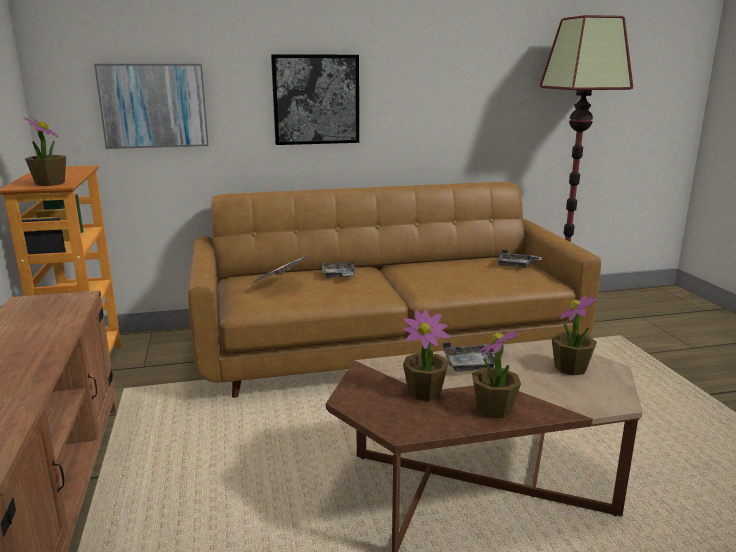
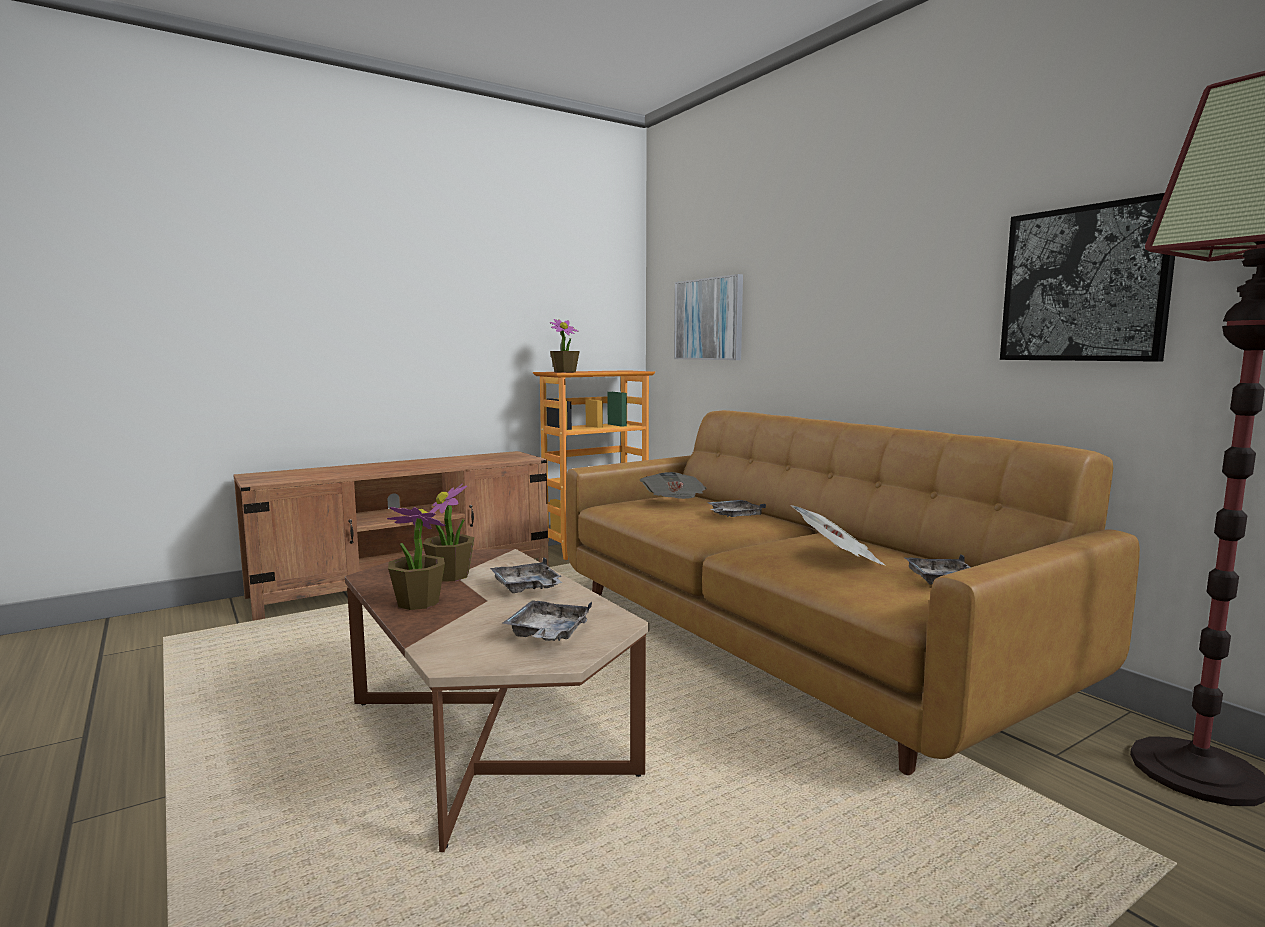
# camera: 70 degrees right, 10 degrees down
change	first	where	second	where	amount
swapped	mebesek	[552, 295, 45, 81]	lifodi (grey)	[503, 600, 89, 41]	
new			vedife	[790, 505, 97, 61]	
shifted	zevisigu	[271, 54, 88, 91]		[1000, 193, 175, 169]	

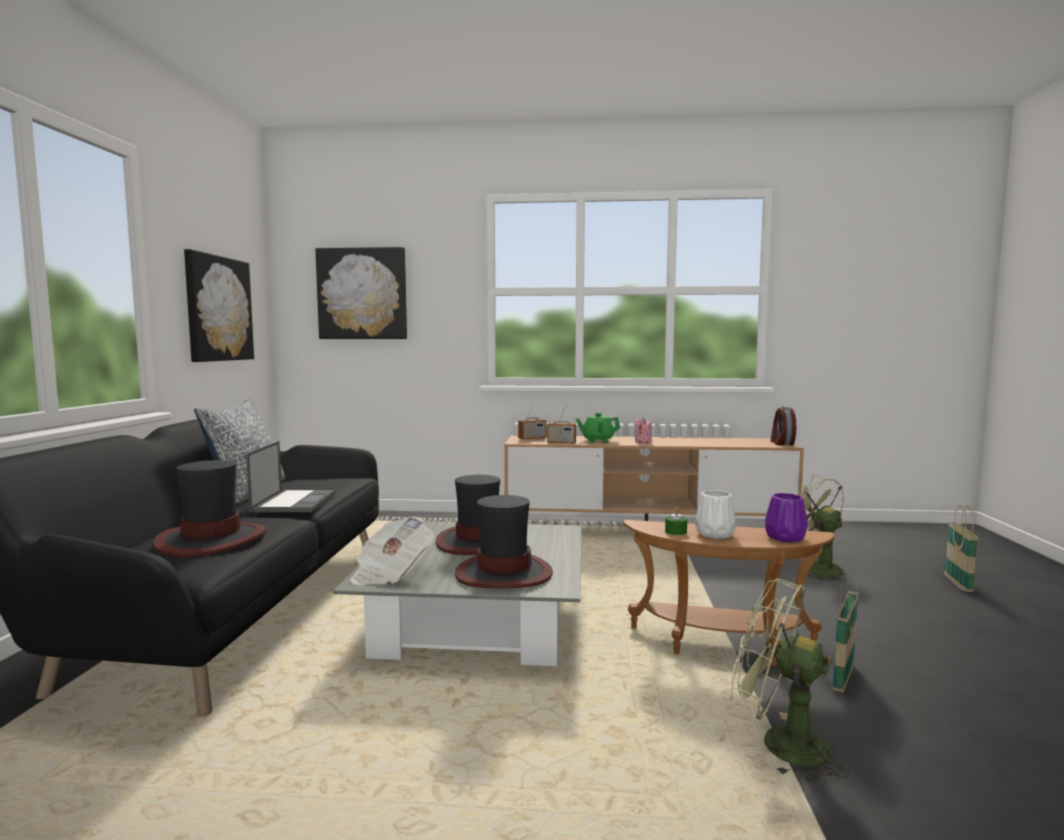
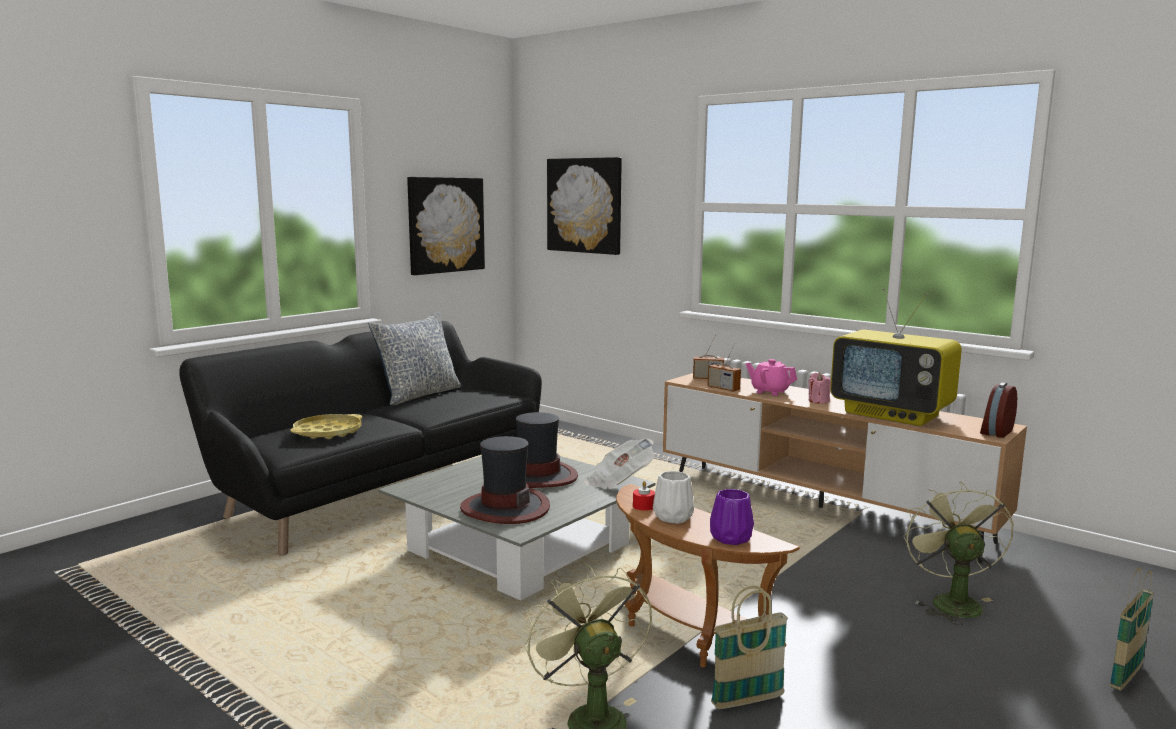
# camera: 35 degrees right, 5 degrees up
change	first	where	second	where	amount
swapped	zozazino	[153, 460, 113, 97]	lifodi (yellow)	[291, 414, 71, 25]	
shifted	vedife	[350, 516, 84, 69]		[584, 438, 71, 51]	
repainted	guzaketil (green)	[665, 507, 22, 28]	guzaketil (red)	[633, 481, 22, 30]	
repainted	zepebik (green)	[575, 413, 45, 29]	zepebik (pink)	[746, 359, 51, 37]	
new			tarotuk	[830, 288, 132, 138]	
gone	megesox	[246, 441, 90, 71]			

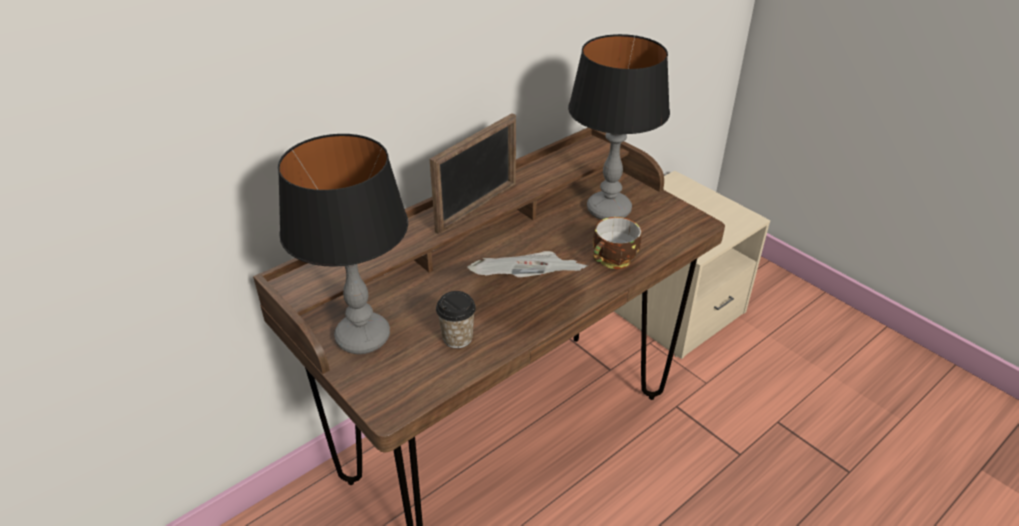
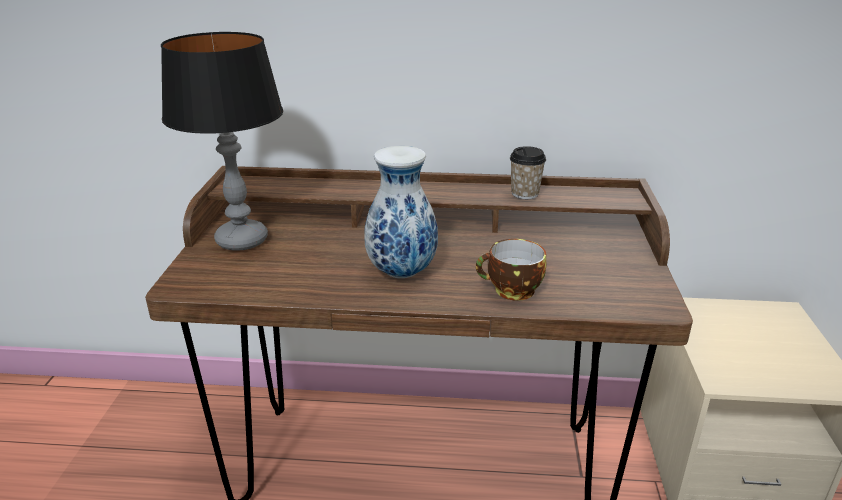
# camera: 45 degrees right, 10 degrees down
change	first	where	second	where	amount
swapped	vedife	[468, 251, 120, 26]	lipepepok	[364, 146, 74, 132]	
shifted	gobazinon	[436, 291, 40, 57]		[510, 146, 36, 53]	
gone	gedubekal	[430, 113, 86, 121]			
gone	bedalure	[568, 34, 102, 186]			

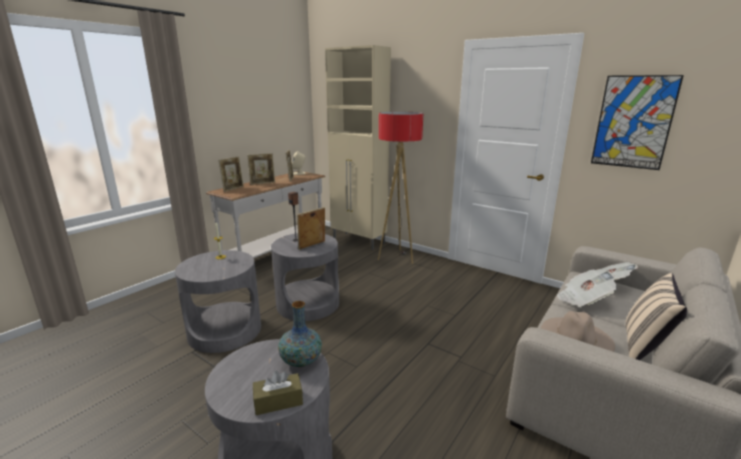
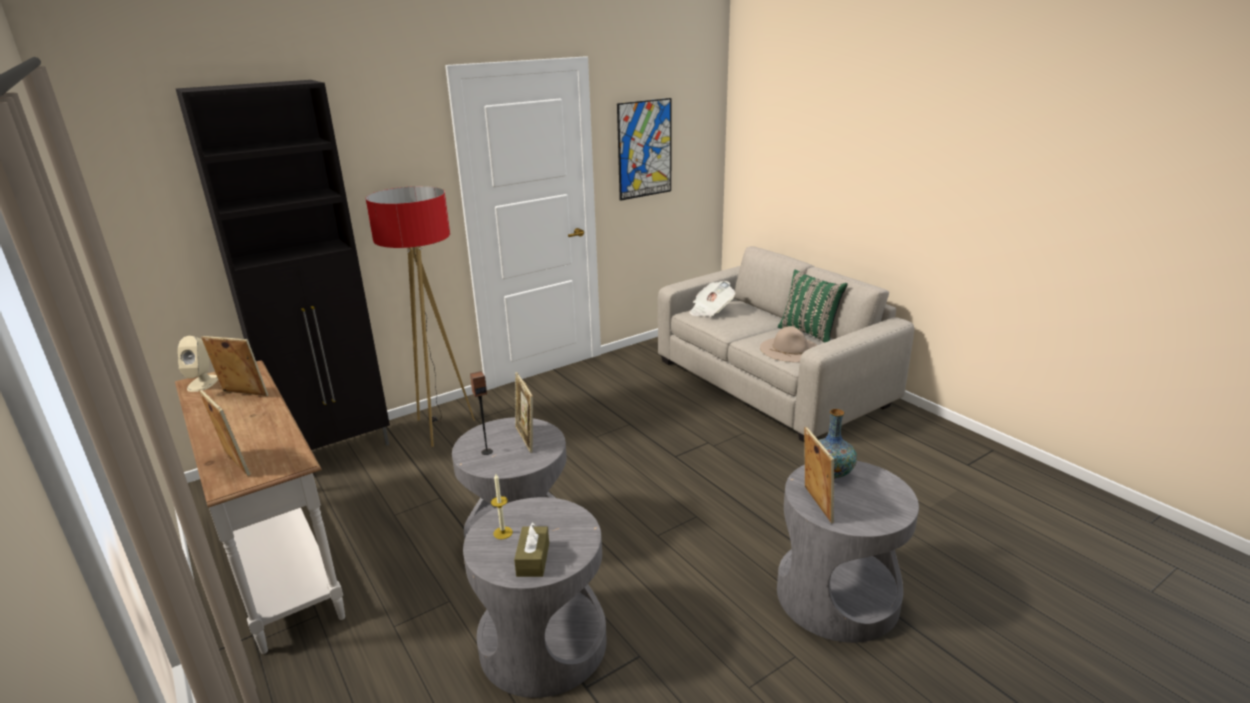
# camera: 70 degrees left, 5 degrees up
change	first	where	second	where	amount
repainted	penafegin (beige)	[325, 45, 66, 205]	penafegin (black)	[176, 80, 214, 370]	
shifted	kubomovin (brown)	[253, 371, 50, 44]		[514, 522, 35, 55]	
repainted	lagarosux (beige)	[625, 273, 62, 87]	lagarosux (green)	[778, 270, 70, 73]	
shifted	gedubekal	[247, 153, 28, 32]		[804, 427, 30, 96]	
gone	vedife	[556, 270, 61, 37]			

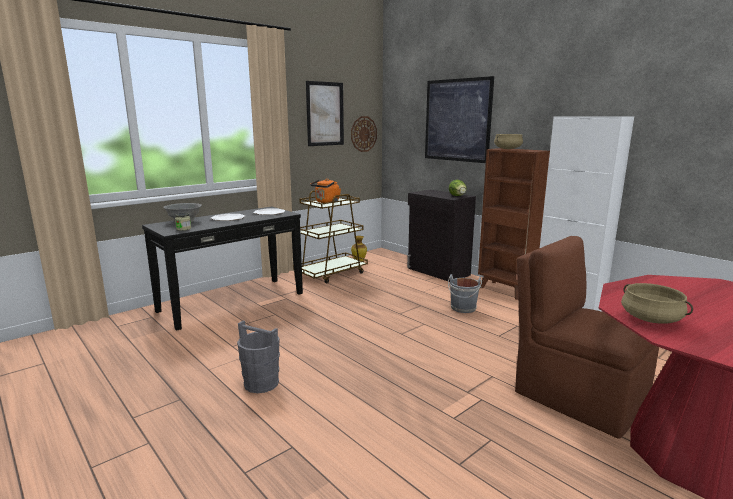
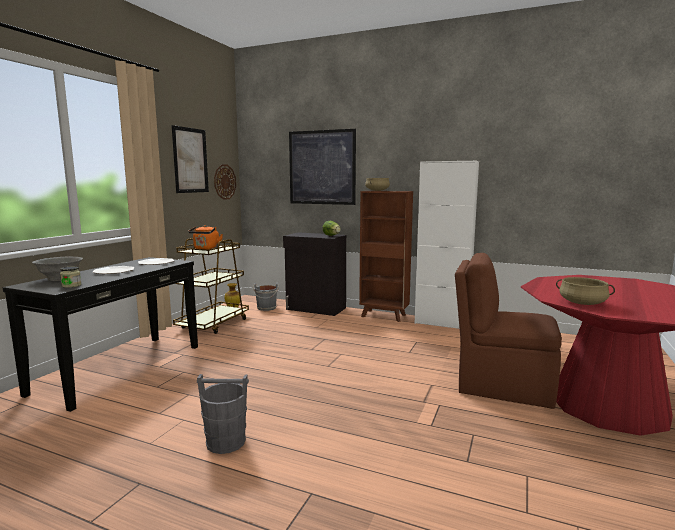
# camera: 25 degrees left, 5 degrees down
change	first	where	second	where	amount
shifted	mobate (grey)	[448, 274, 34, 39]		[253, 282, 26, 29]	

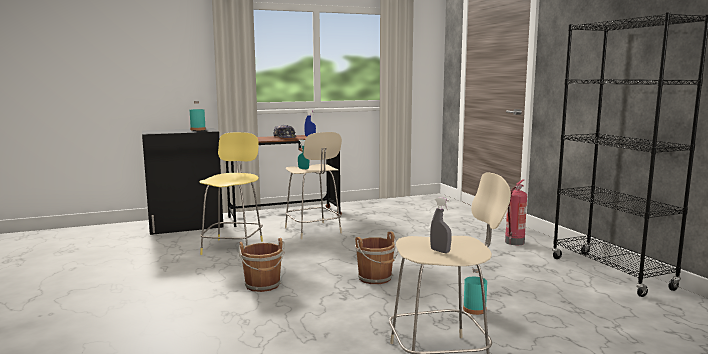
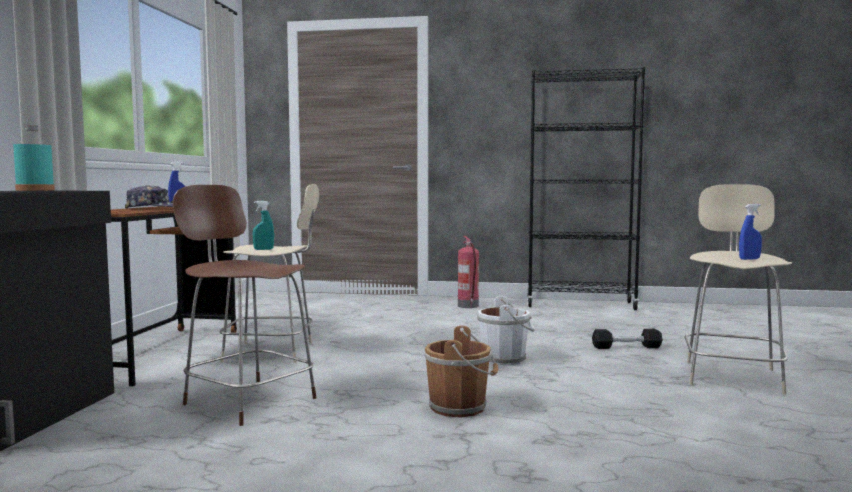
# camera: 60 degrees left, 5 degrees down
change	first	where	second	where	amount
repainted	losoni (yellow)	[200, 132, 63, 123]	losoni (brown)	[173, 185, 143, 241]	
repainted	mobate (brown)	[355, 231, 43, 53]	mobate (white)	[477, 296, 58, 69]	
swapped	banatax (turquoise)	[463, 267, 24, 48]	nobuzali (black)	[592, 329, 71, 20]	
repainted	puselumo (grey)	[430, 197, 21, 56]	puselumo (blue)	[739, 204, 23, 56]	

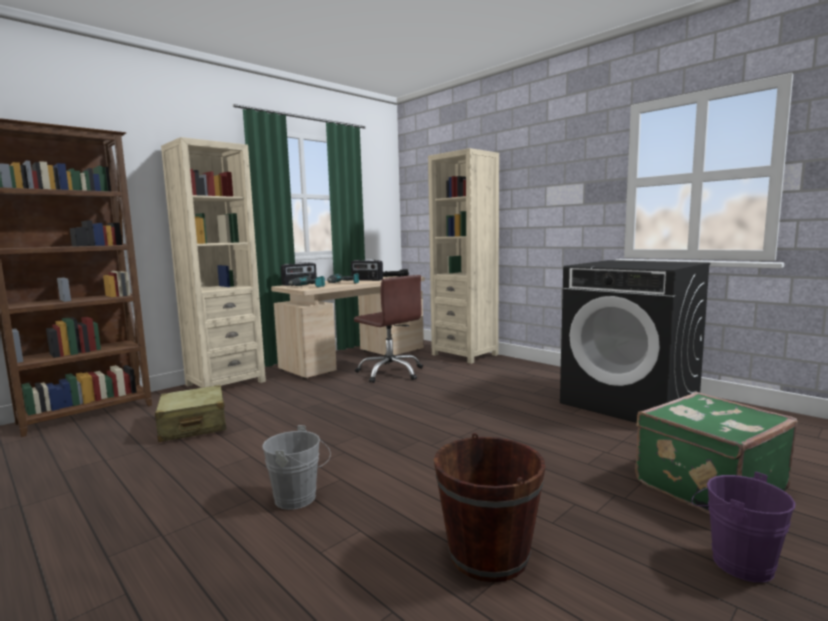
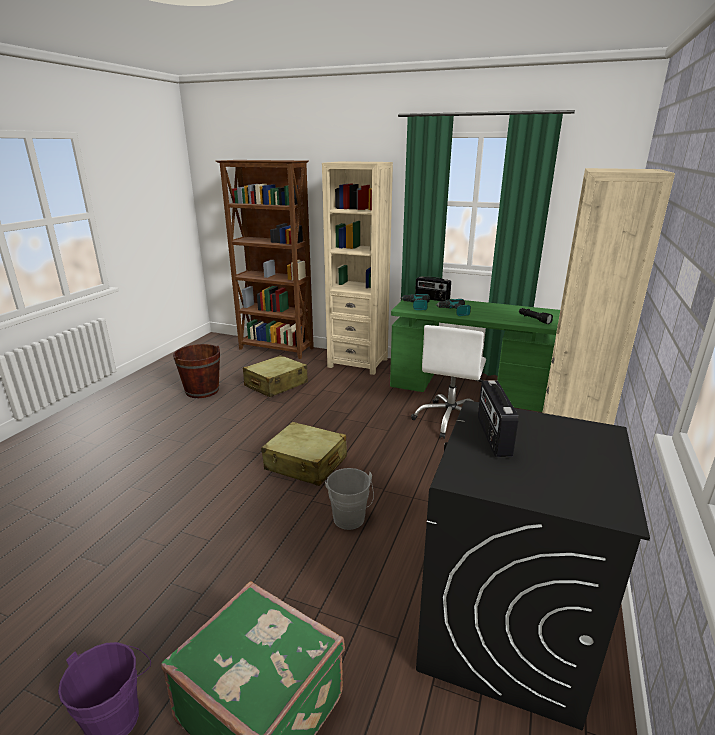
# camera: 65 degrees right, 15 degrees up
change	first	where	second	where	amount
shifted	mobate (brown)	[434, 433, 111, 149]		[173, 344, 47, 54]	
new			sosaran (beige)	[261, 422, 86, 64]	
shifted	mobate (grey)	[262, 425, 69, 85]		[325, 468, 49, 62]	
repainted	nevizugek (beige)	[271, 276, 154, 103]	nevizugek (green)	[390, 300, 170, 112]	
repainted	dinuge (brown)	[354, 275, 69, 108]	dinuge (white)	[411, 325, 75, 114]	
shifted	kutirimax	[351, 259, 32, 22]		[478, 380, 41, 77]	

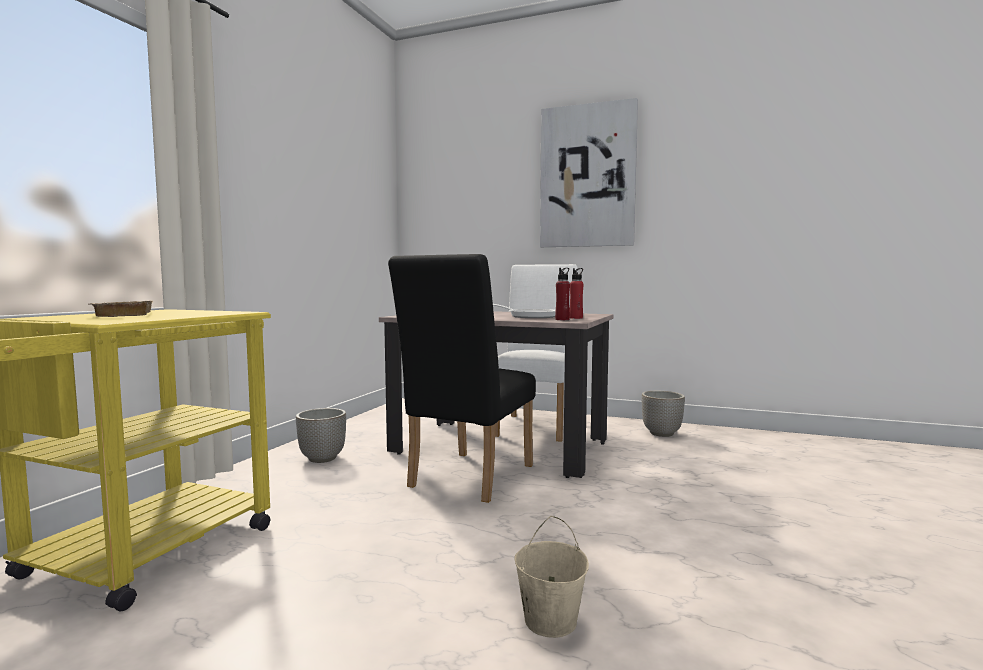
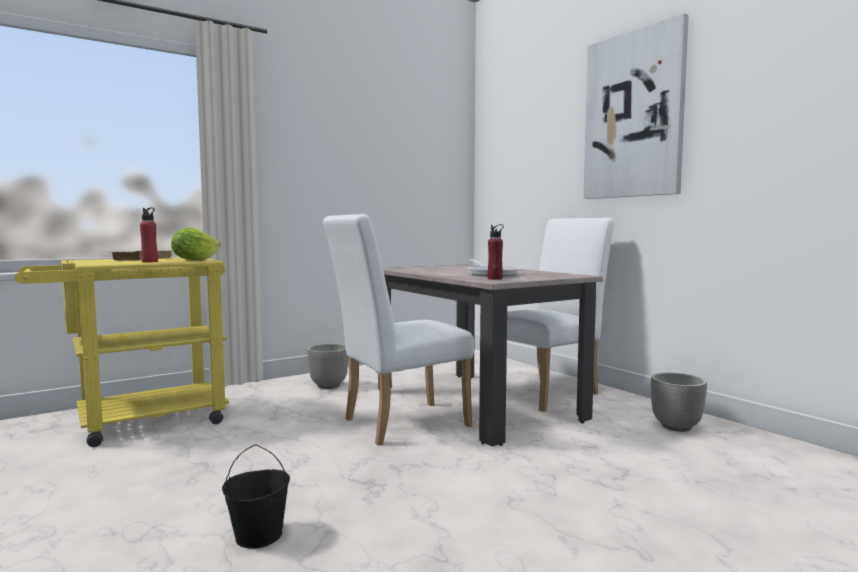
# camera: 35 degrees right, 0 degrees up
change	first	where	second	where	amount
shifted	banatax (red)	[570, 268, 13, 51]		[140, 208, 18, 55]	
new			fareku	[171, 228, 50, 32]	
repainted	mobate (beige)	[515, 516, 74, 122]	mobate (black)	[222, 445, 68, 104]	
repainted	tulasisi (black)	[388, 254, 148, 249]	tulasisi (white)	[323, 214, 151, 232]	

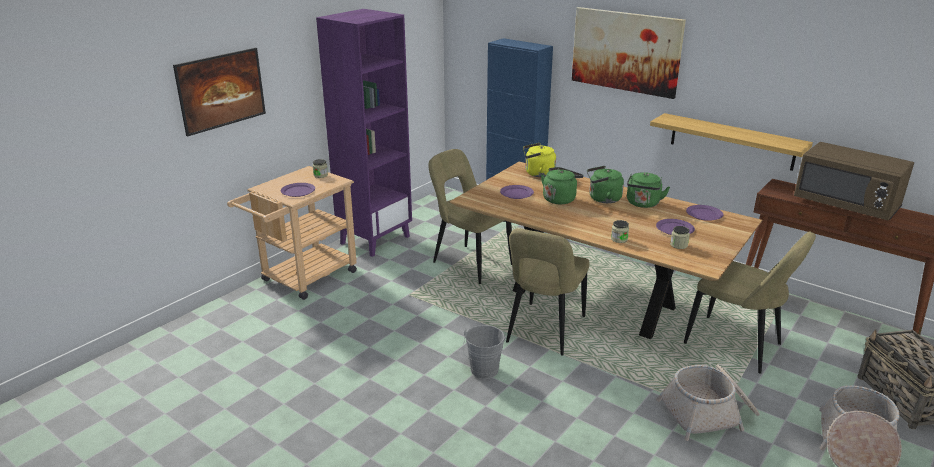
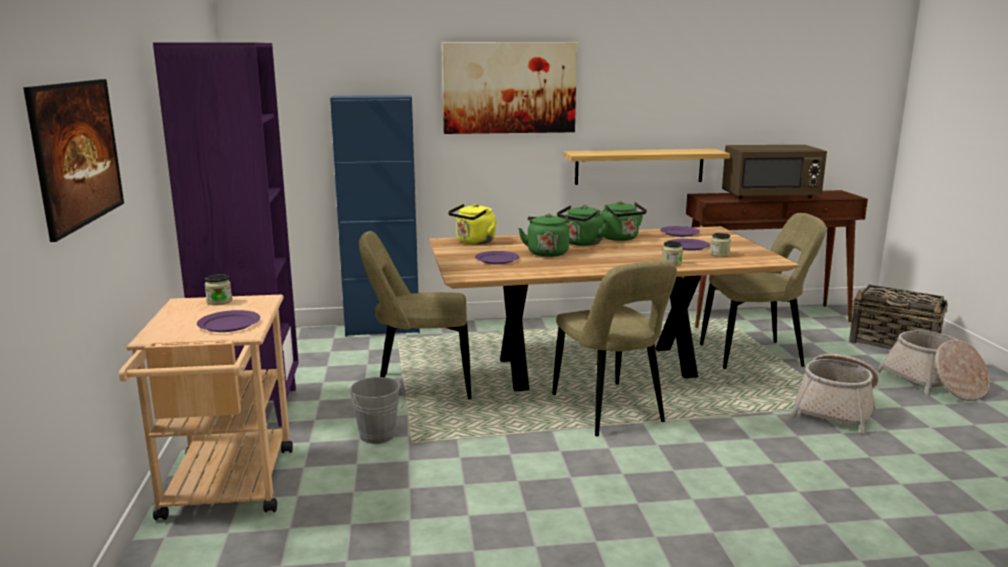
# camera: 45 degrees left, 10 degrees down
change	first	where	second	where	amount
shifted	mobate (grey)	[463, 325, 43, 54]		[348, 376, 57, 68]	

